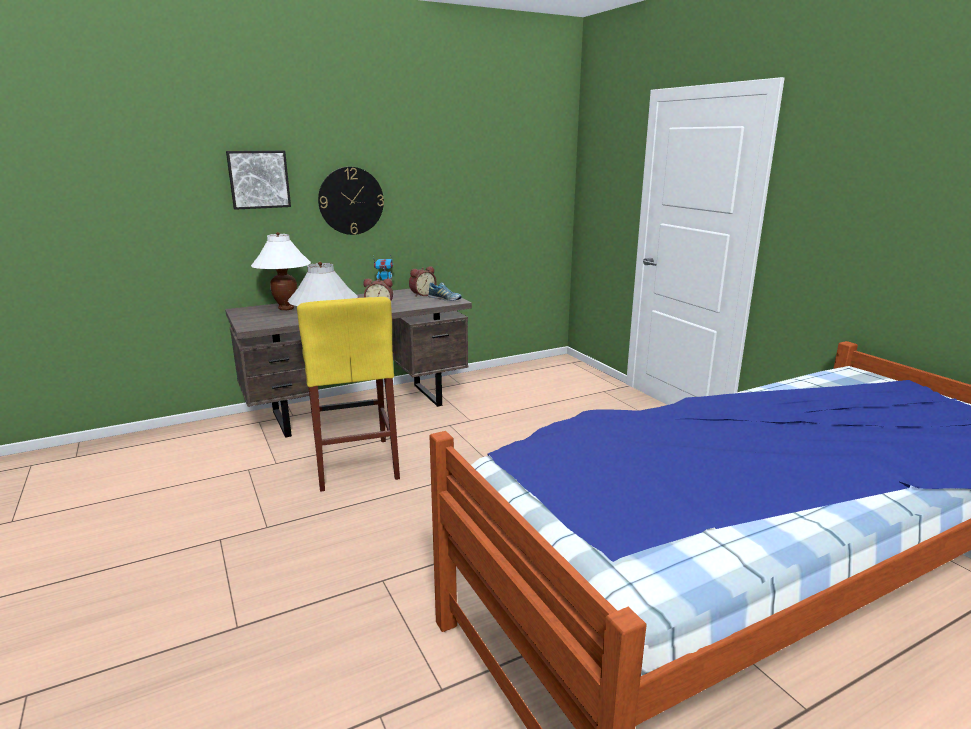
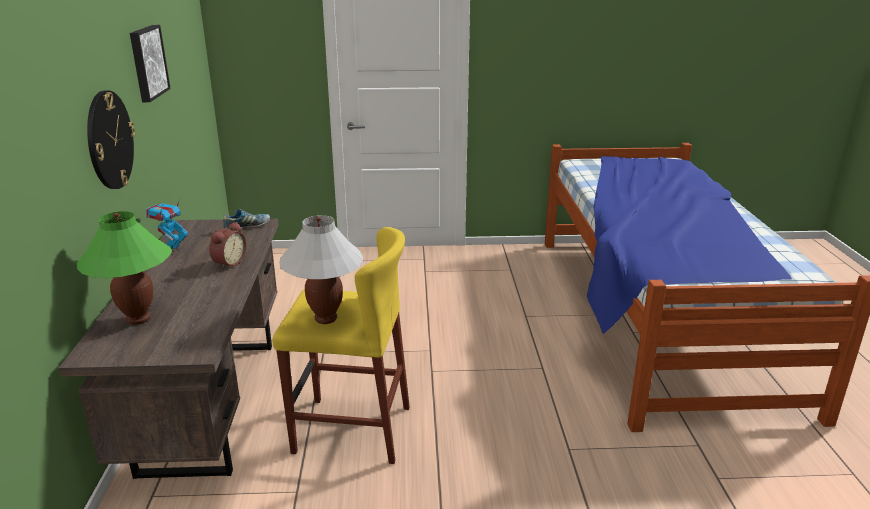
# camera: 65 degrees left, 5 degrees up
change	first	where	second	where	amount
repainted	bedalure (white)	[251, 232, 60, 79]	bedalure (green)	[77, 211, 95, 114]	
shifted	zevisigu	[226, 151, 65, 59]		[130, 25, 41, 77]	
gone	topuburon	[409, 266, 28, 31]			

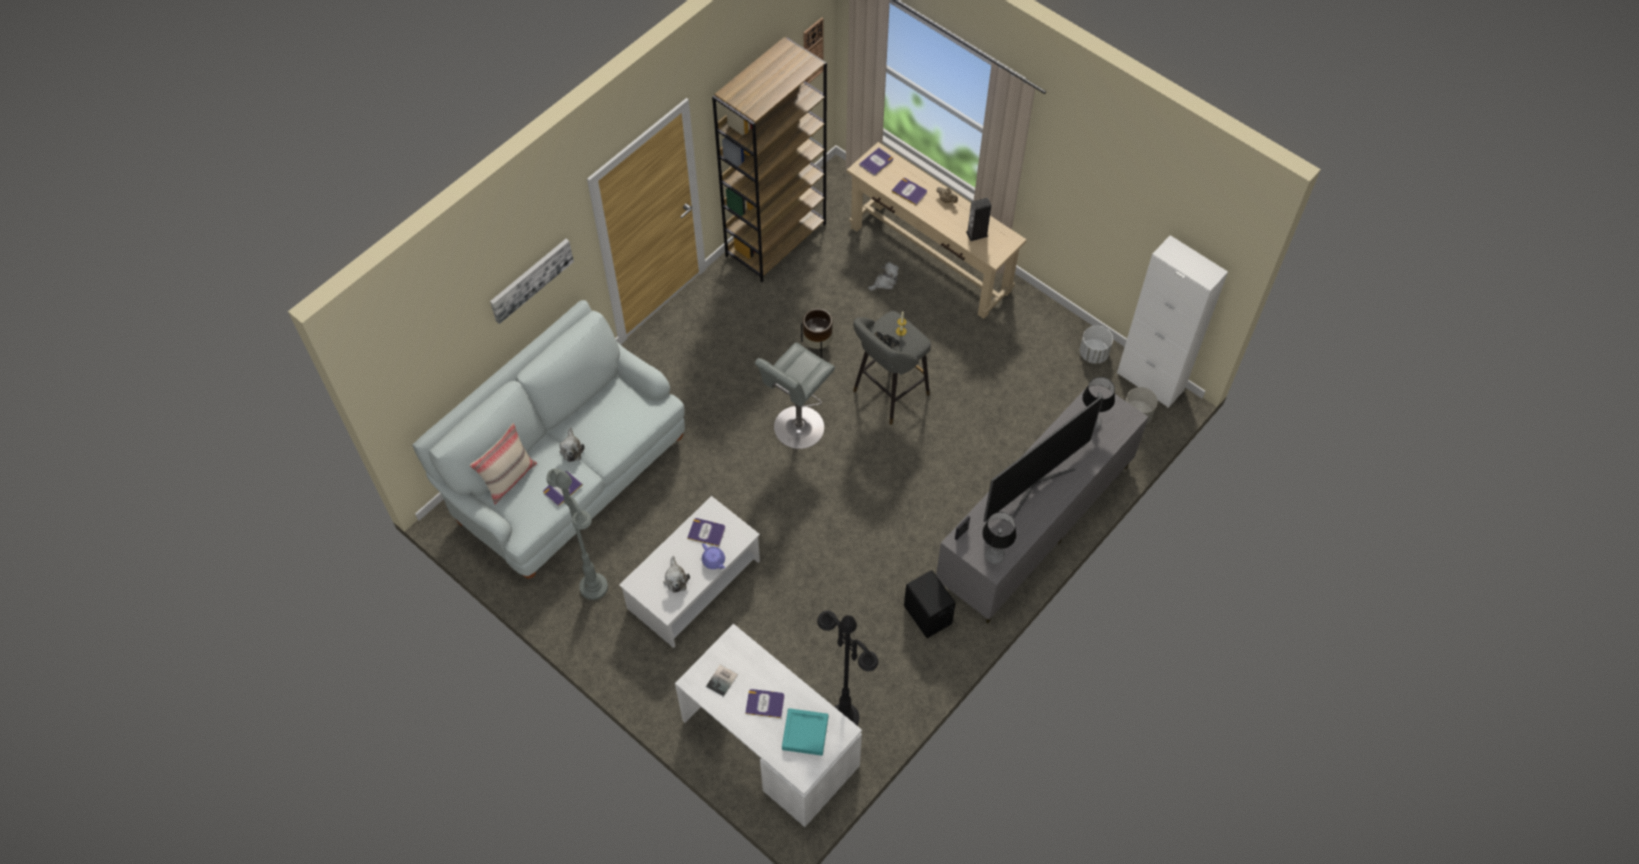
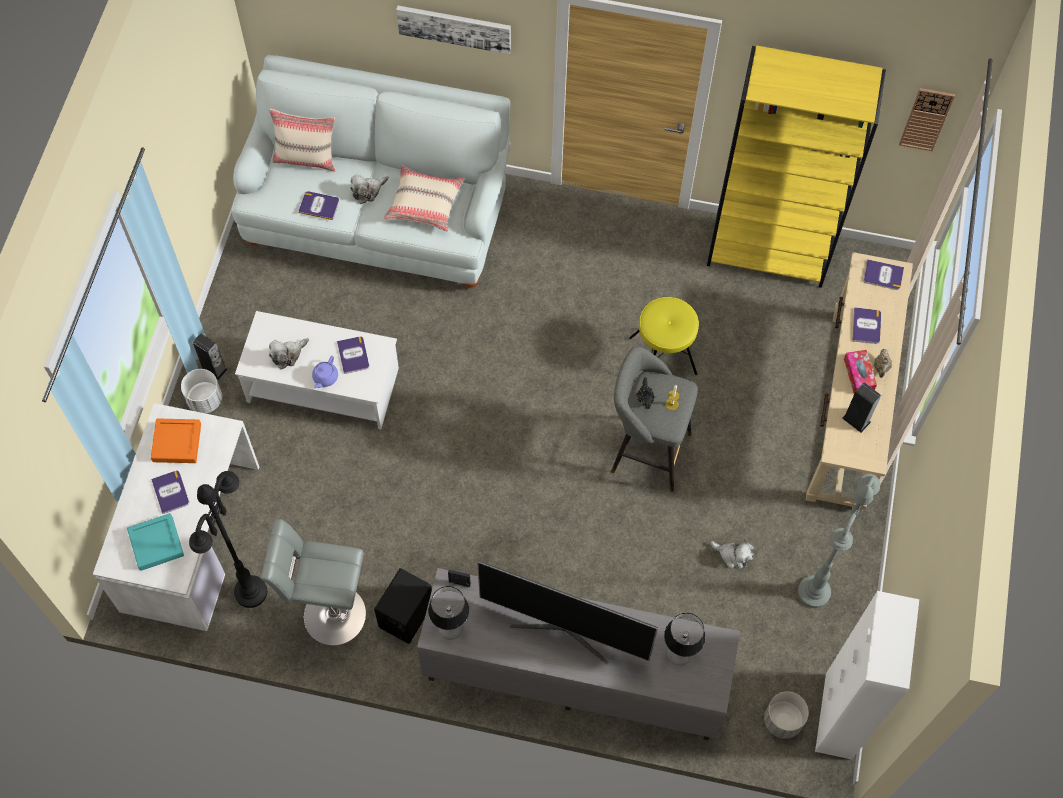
# camera: 60 degrees right, 5 degrees up
change	first	where	second	where	amount
swapped	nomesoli	[706, 665, 32, 32]	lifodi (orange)	[151, 418, 50, 45]	
shifted	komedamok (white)	[1080, 326, 33, 38]		[181, 369, 41, 45]	
new			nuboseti	[193, 334, 35, 46]	
shifted	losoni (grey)	[755, 342, 80, 107]		[261, 519, 105, 127]	
new			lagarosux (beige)	[384, 166, 81, 66]	
swapped	komedamok (brown)	[801, 308, 32, 50]	losoni (yellow)	[629, 297, 70, 78]	
repainted	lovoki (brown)	[712, 37, 115, 245]	lovoki (yellow)	[707, 45, 179, 243]	
shifted	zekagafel	[868, 262, 31, 29]		[710, 540, 44, 29]	
shifted	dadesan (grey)	[546, 468, 62, 132]		[798, 474, 82, 134]	
new			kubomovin	[844, 350, 33, 44]	

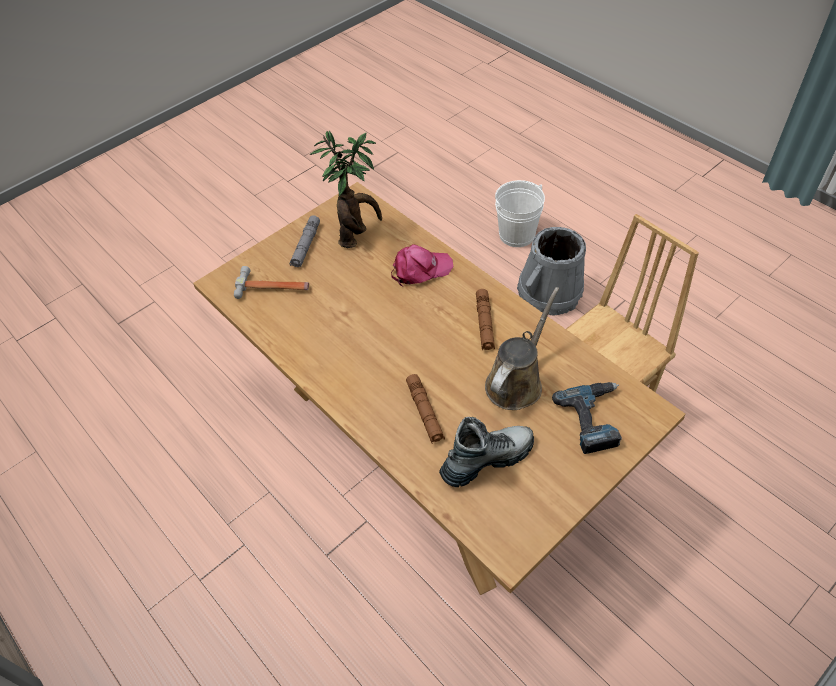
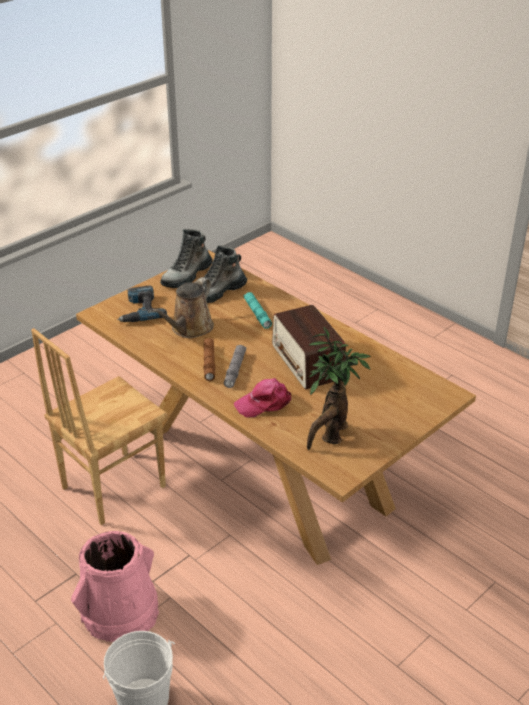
# camera: 175 degrees right, 15 degrees down
change	first	where	second	where	amount
repainted	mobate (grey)	[517, 227, 69, 89]	mobate (pink)	[71, 531, 88, 111]	
new			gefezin	[160, 229, 53, 59]	
shifted	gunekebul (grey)	[290, 215, 30, 52]		[224, 345, 22, 43]	
repainted	gunekebul (brown)	[406, 374, 39, 70]	gunekebul (turquoise)	[244, 292, 28, 37]	
new			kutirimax	[272, 305, 74, 85]	
gone	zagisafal	[234, 266, 75, 33]			

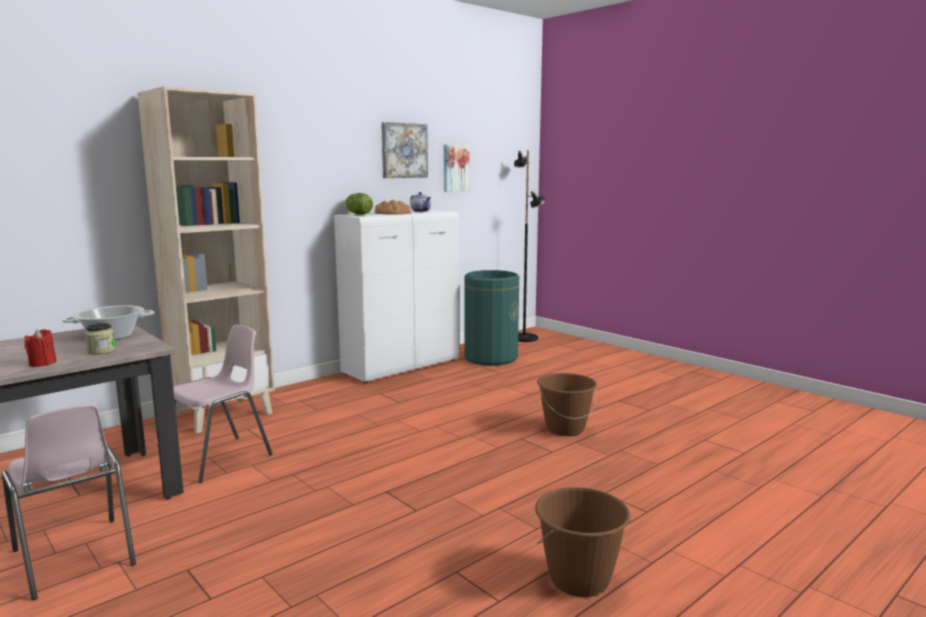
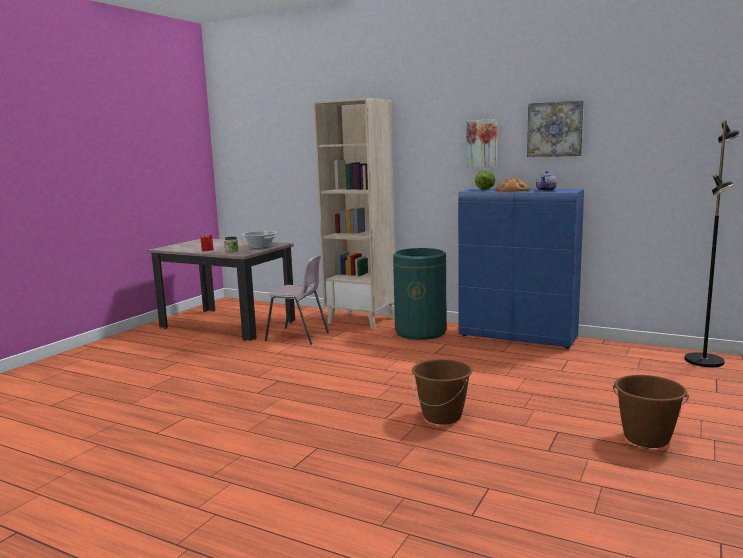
# camera: 70 degrees right, 0 degrees up
change	first	where	second	where	amount
shifted	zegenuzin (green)	[464, 270, 55, 96]		[393, 248, 54, 92]	
repainted	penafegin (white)	[334, 209, 125, 174]	penafegin (blue)	[458, 189, 126, 160]	
shifted	zevisigu	[444, 144, 26, 48]		[466, 119, 31, 48]	
shifted	mobate (brown)	[535, 487, 96, 110]		[613, 375, 76, 73]	
gone	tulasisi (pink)	[2, 404, 134, 196]			

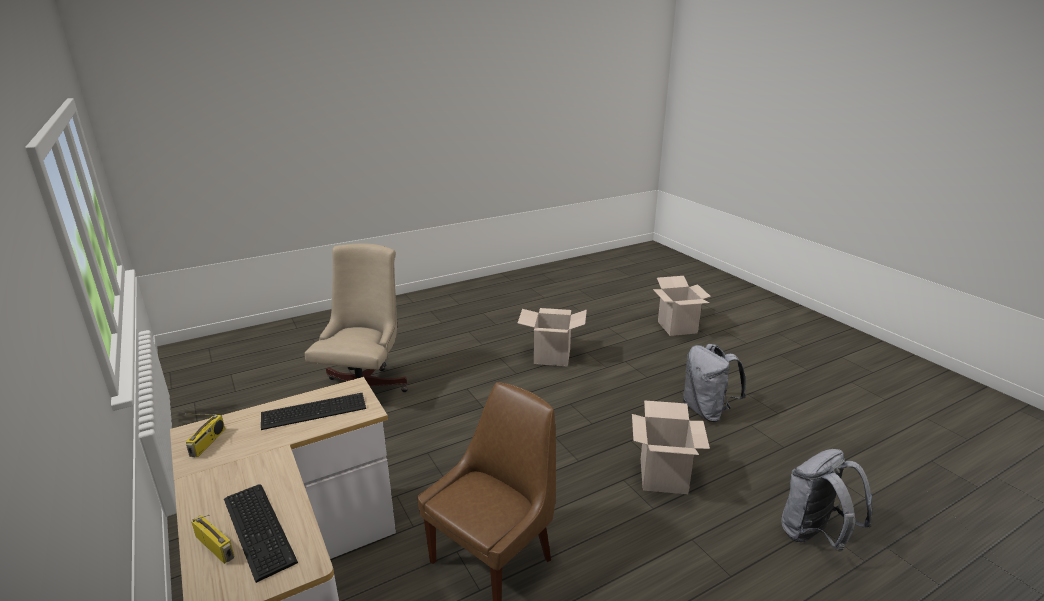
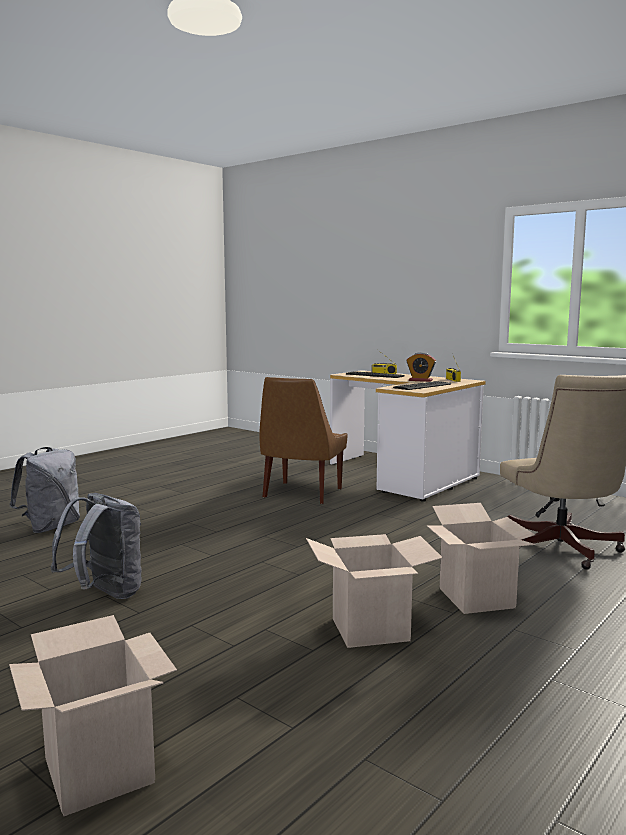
# camera: 160 degrees right, 15 degrees down
change	first	where	second	where	amount
new			topuburon	[407, 352, 29, 30]	
shifted	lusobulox	[632, 400, 78, 94]		[427, 503, 109, 111]	

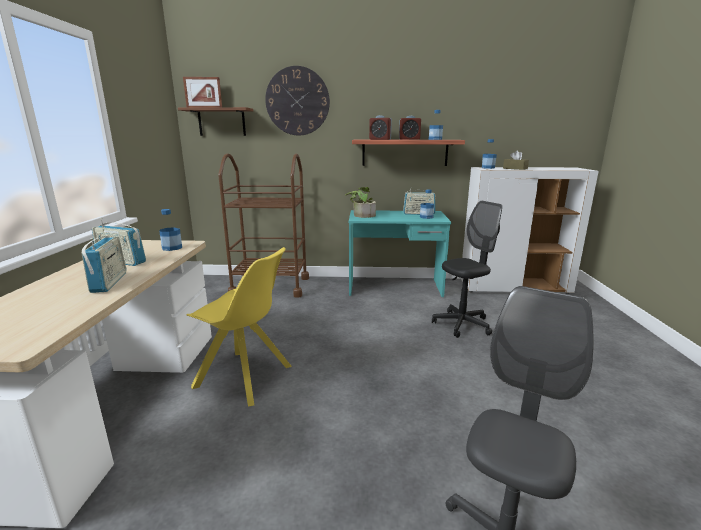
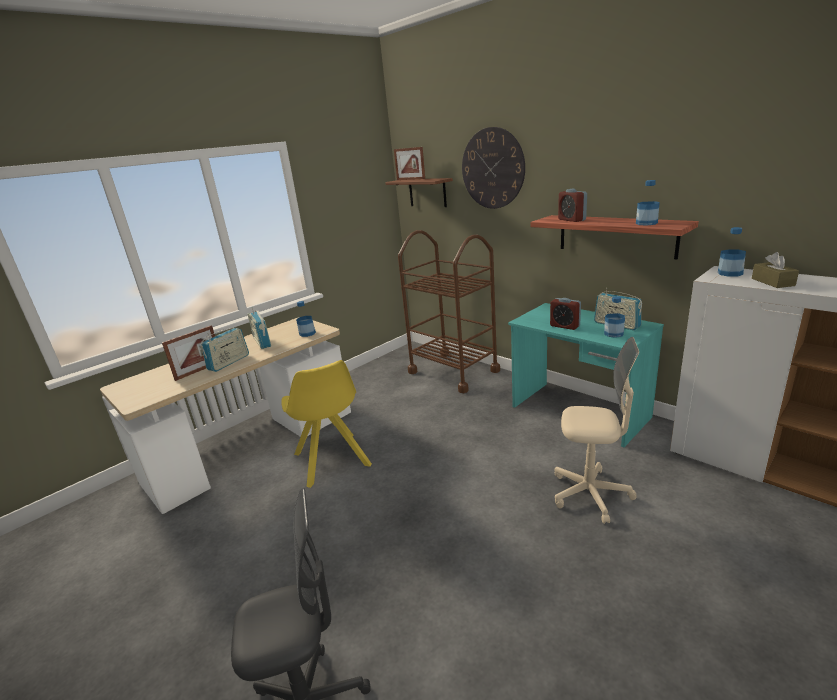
# camera: 45 degrees right, 5 degrees up
change	first	where	second	where	amount
new			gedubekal	[162, 325, 53, 56]	
shifted	topuburon	[399, 116, 22, 24]		[550, 298, 31, 32]	
repainted	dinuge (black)	[432, 201, 70, 137]	dinuge (beige)	[555, 337, 84, 187]	
gone	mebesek	[345, 187, 31, 31]			

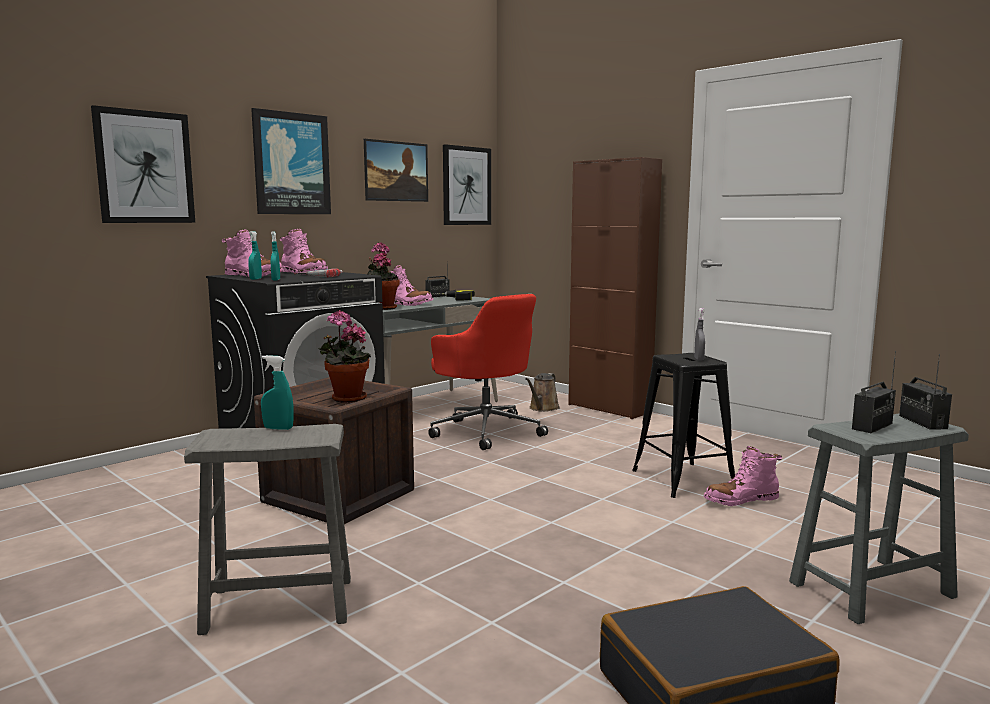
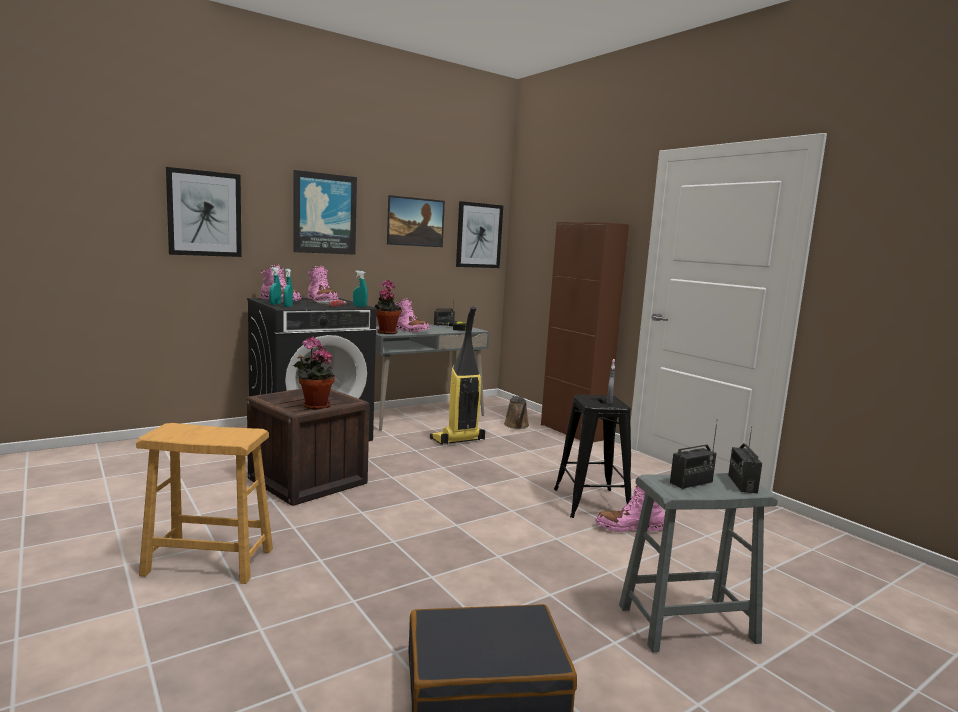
# camera: 10 degrees right, 0 degrees up
change	first	where	second	where	amount
repainted	losoni (grey)	[184, 424, 167, 211]	losoni (brown)	[136, 423, 137, 161]	
shifted	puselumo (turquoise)	[261, 355, 33, 75]		[353, 271, 15, 36]	
swapped	dinuge (red)	[428, 294, 120, 156]	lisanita	[430, 307, 55, 138]	
rotated	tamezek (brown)	[525, 373, 35, 39]		[504, 396, 25, 33]	45 degrees counterclockwise

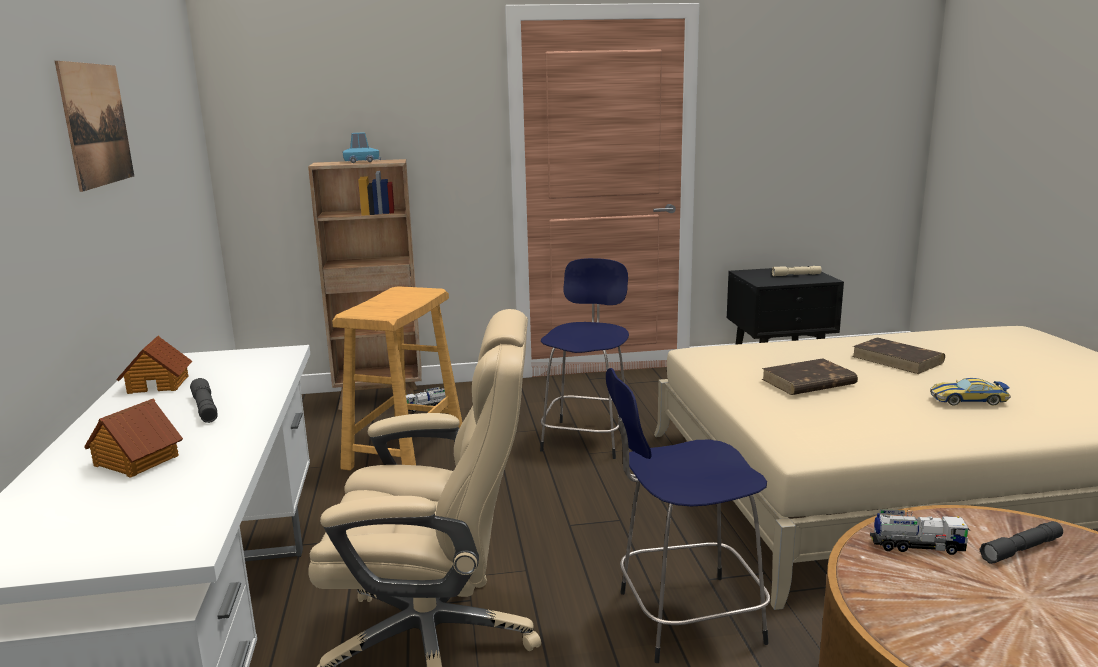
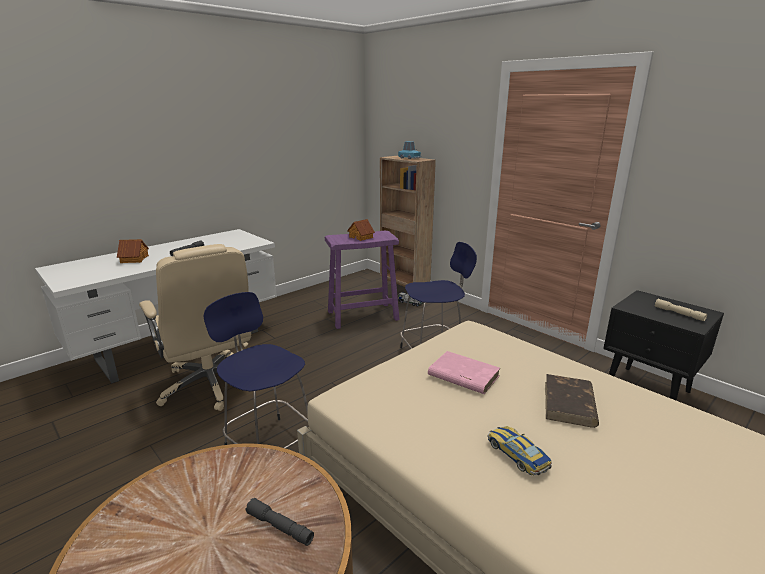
# camera: 55 degrees right, 5 degrees up
change	first	where	second	where	amount
repainted	losoni (beige)	[332, 286, 131, 184]	losoni (purple)	[325, 231, 75, 98]	
shifted	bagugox	[116, 336, 76, 58]		[347, 219, 28, 22]	
repainted	nomesoli (brown)	[762, 358, 96, 37]	nomesoli (pink)	[428, 351, 72, 43]	
gone	zevisigu	[55, 61, 79, 131]			
gone	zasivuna	[870, 509, 100, 46]			

